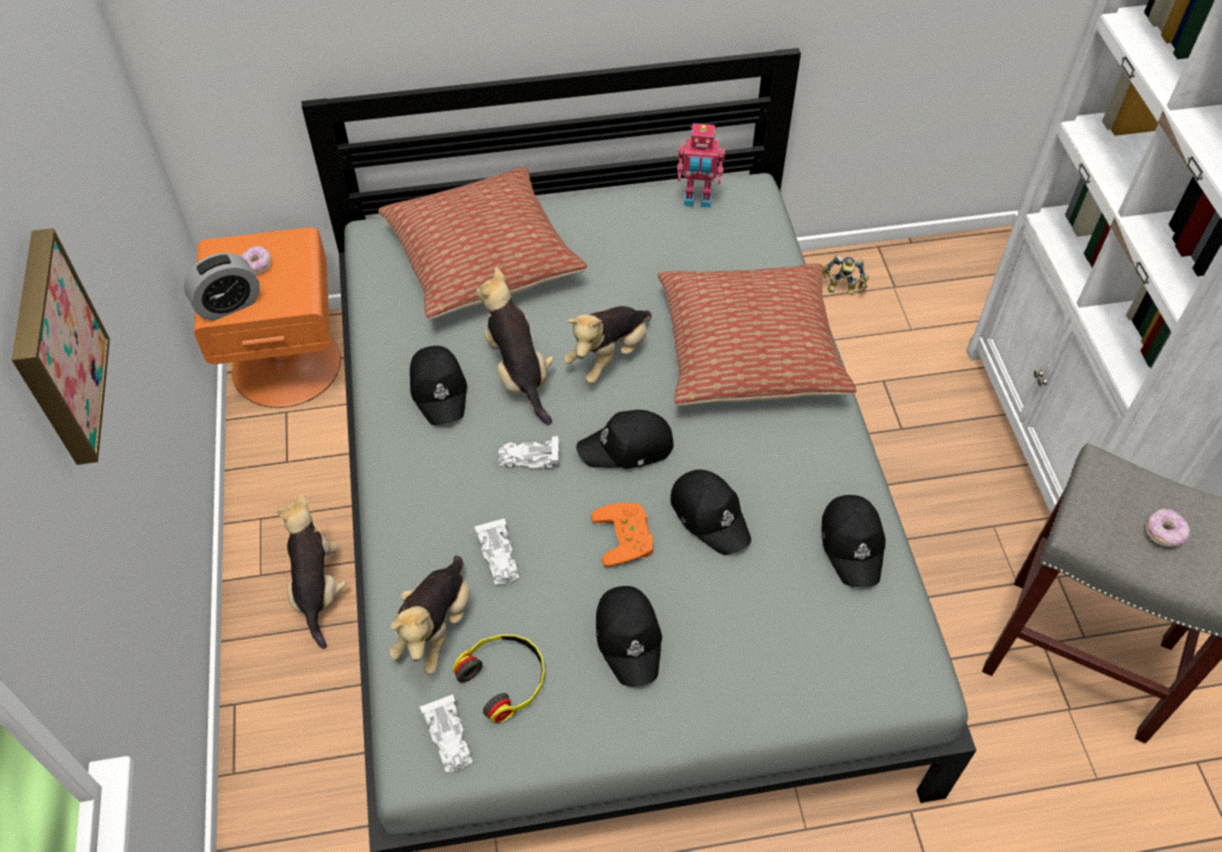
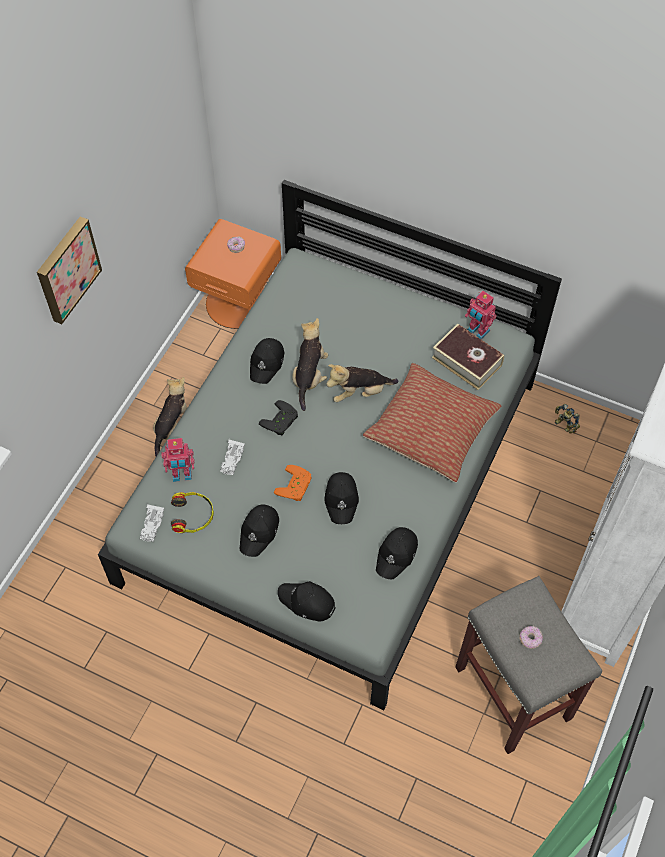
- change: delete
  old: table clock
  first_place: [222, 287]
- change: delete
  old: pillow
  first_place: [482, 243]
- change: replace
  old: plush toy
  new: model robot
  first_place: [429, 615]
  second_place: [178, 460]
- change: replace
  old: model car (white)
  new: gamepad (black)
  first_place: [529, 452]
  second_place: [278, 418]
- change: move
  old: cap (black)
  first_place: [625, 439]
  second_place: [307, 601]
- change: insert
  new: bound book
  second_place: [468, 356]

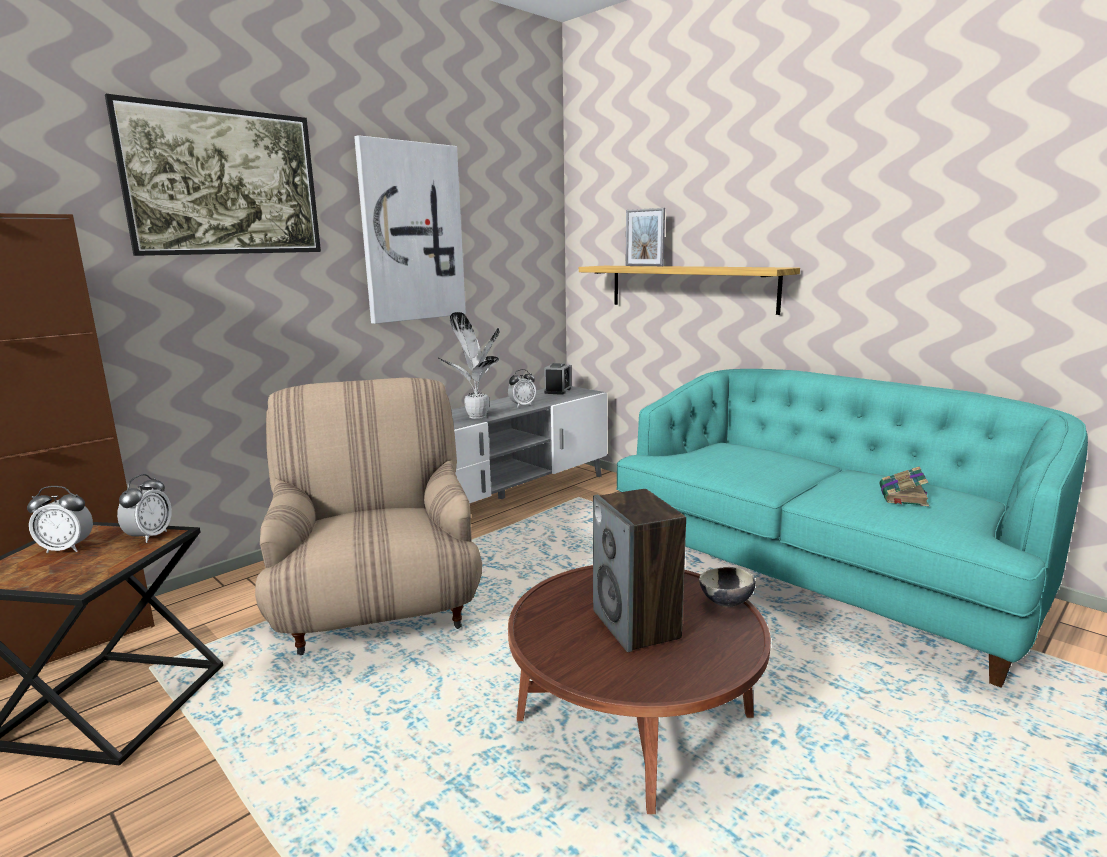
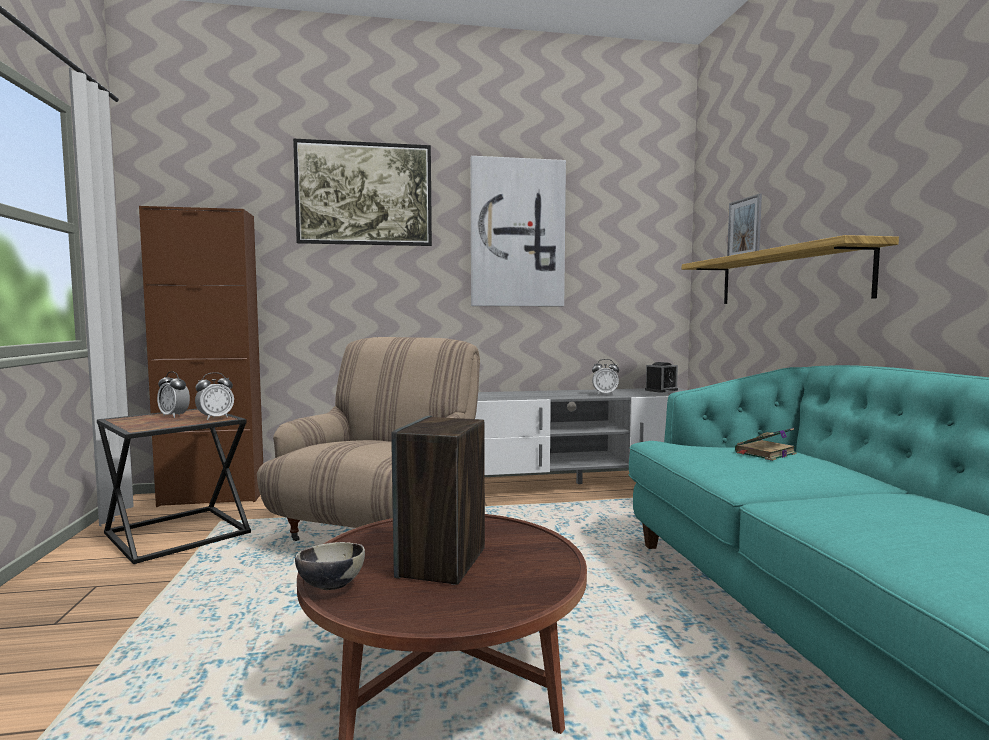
- change: delete
  old: plant in a pot
  first_place: [469, 365]
- change: move
  old: deep dish
  first_place: [727, 587]
  second_place: [330, 566]
- change: move
  old: bound book
  first_place: [904, 486]
  second_place: [766, 444]

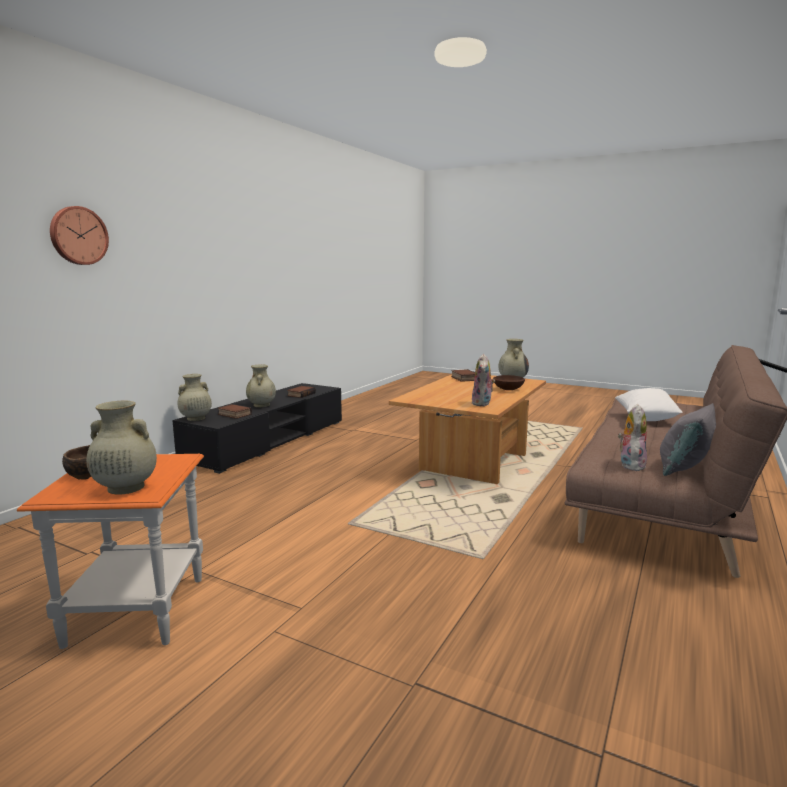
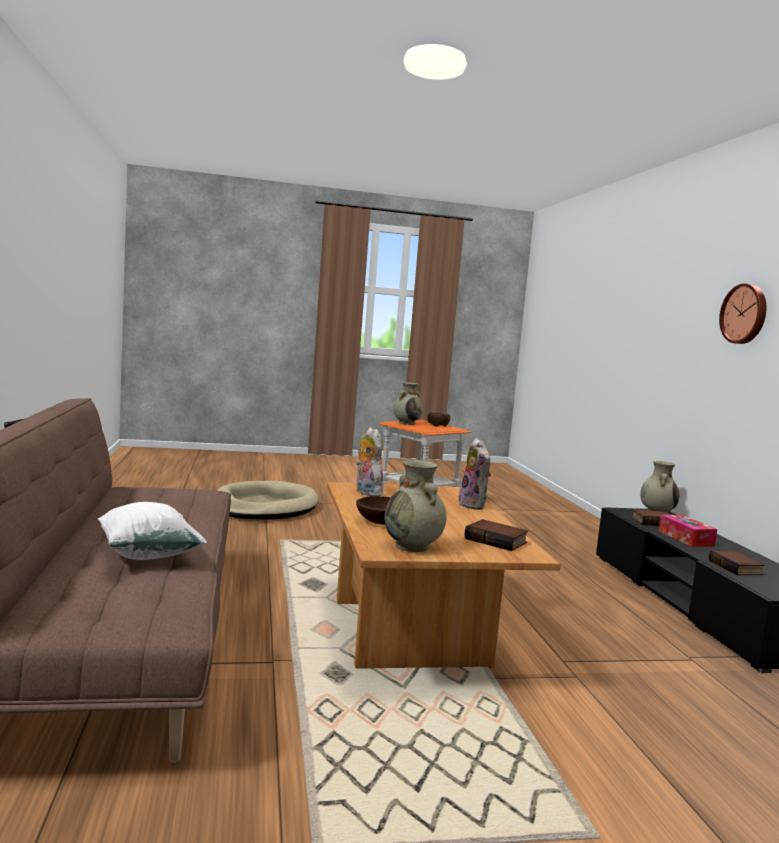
- change: move
  old: wall clock
  first_place: [79, 235]
  second_place: [742, 314]
- change: replace
  old: flower vase (beige-coloured)
  new: box of tissues
  first_place: [261, 385]
  second_place: [688, 531]
- change: move
  old: plush toy
  first_place: [632, 437]
  second_place: [475, 474]
- change: delete
  old: pillow (grey)
  first_place: [688, 439]
- change: insert
  new: dog bed (beige-coloured)
  second_place: [267, 500]

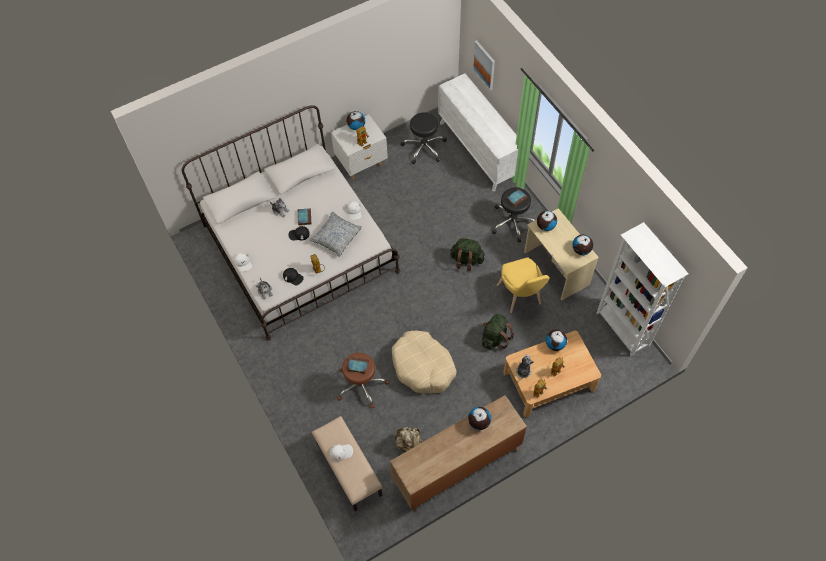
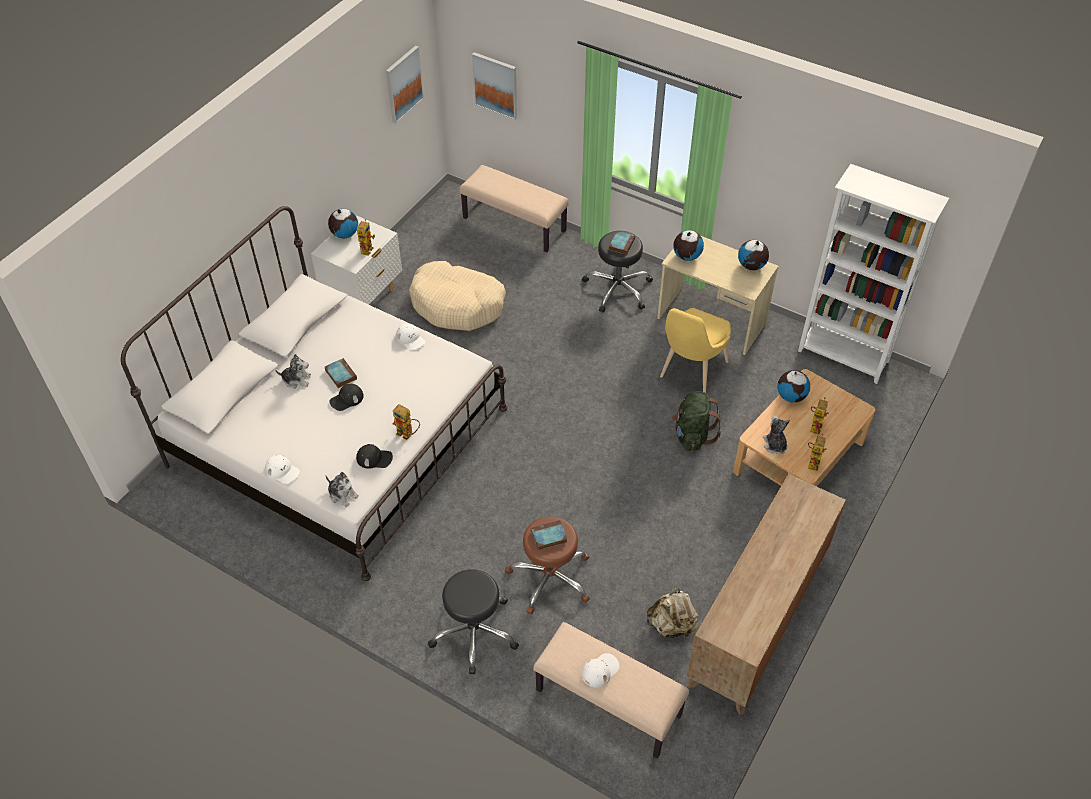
- change: delete
  old: pillow
  first_place: [335, 234]
- change: move
  old: dog bed (beige-coloured)
  first_place: [424, 362]
  second_place: [457, 296]
- change: move
  old: sitting stool (black)
  first_place: [424, 138]
  second_place: [473, 621]
- change: replace
  old: drawer chest (white)
  new: indoor bench (beige-coloured)
  first_place: [478, 133]
  second_place: [514, 209]
- change: delete
  old: knapsack (greenish)
  first_place: [467, 254]
- change: delete
  old: world globe
  first_place: [479, 418]
- change: rotate
  old: chair (yellow)
  first_place: [523, 285]
  second_place: [695, 350]
  degrees: 75
- change: insert
  new: wall picture
  second_place: [405, 84]

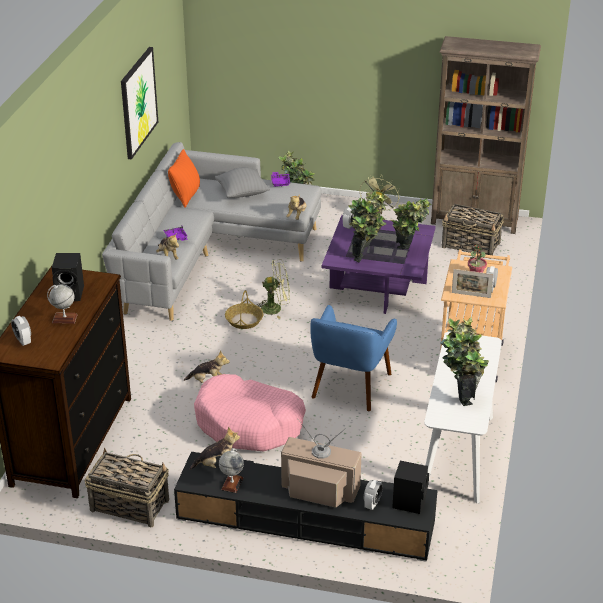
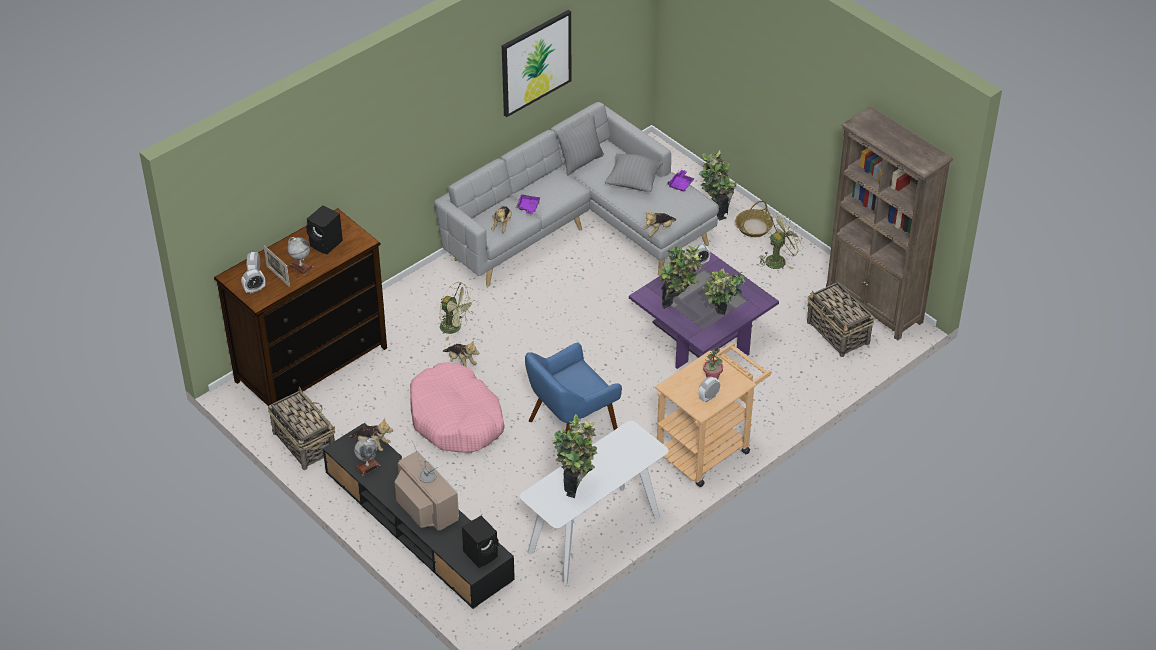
- change: recolor
  old: pillow (orange)
  new: pillow (grey)
  first_place: [184, 178]
  second_place: [580, 145]
- change: move
  old: household basket
  first_place: [244, 309]
  second_place: [754, 218]
- change: move
  old: fan (greenish)
  first_place: [273, 289]
  second_place: [456, 311]
- change: move
  old: table clock
  first_place: [373, 495]
  second_place: [253, 281]
- change: move
  old: photo frame
  first_place: [473, 283]
  second_place: [276, 266]

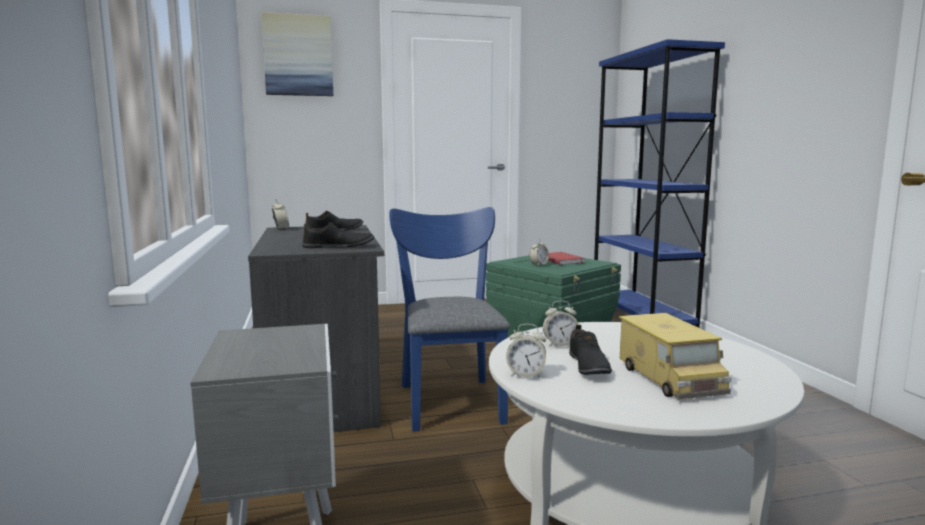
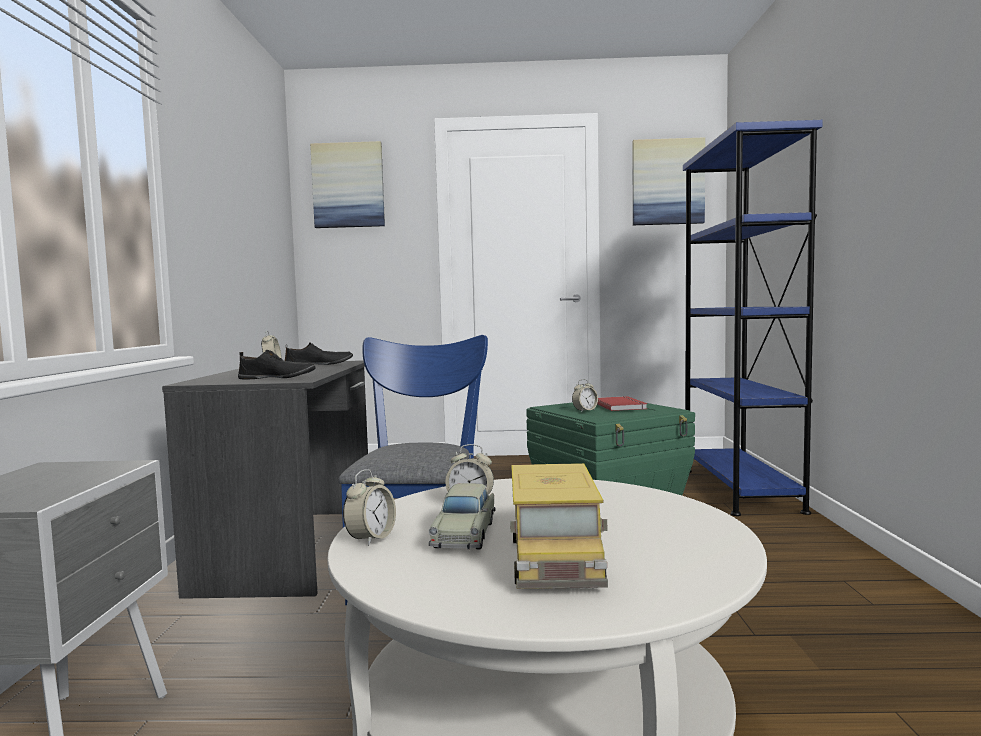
- change: rotate
  old: table clock
  first_place: [526, 351]
  second_place: [369, 507]
  degrees: -90
- change: replace
  old: low shoe (black)
  new: model car (beige-coloured)
  first_place: [590, 350]
  second_place: [461, 516]
- change: insert
  new: wall picture
  second_place: [668, 181]

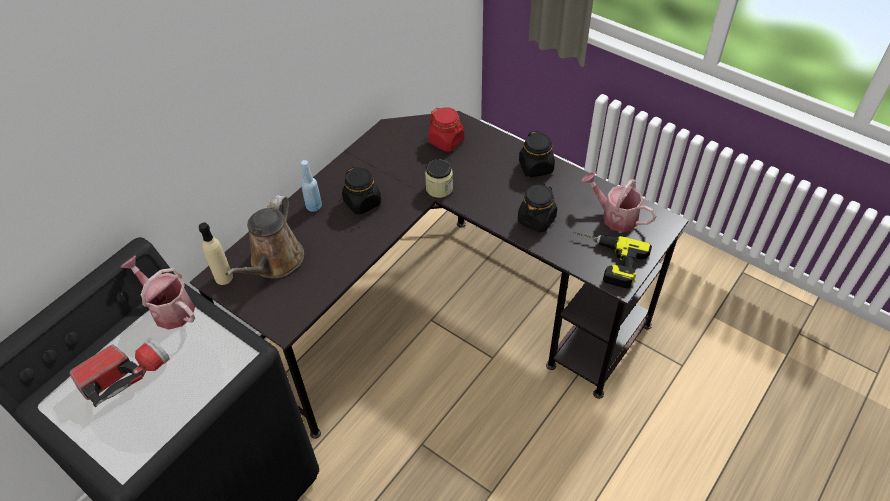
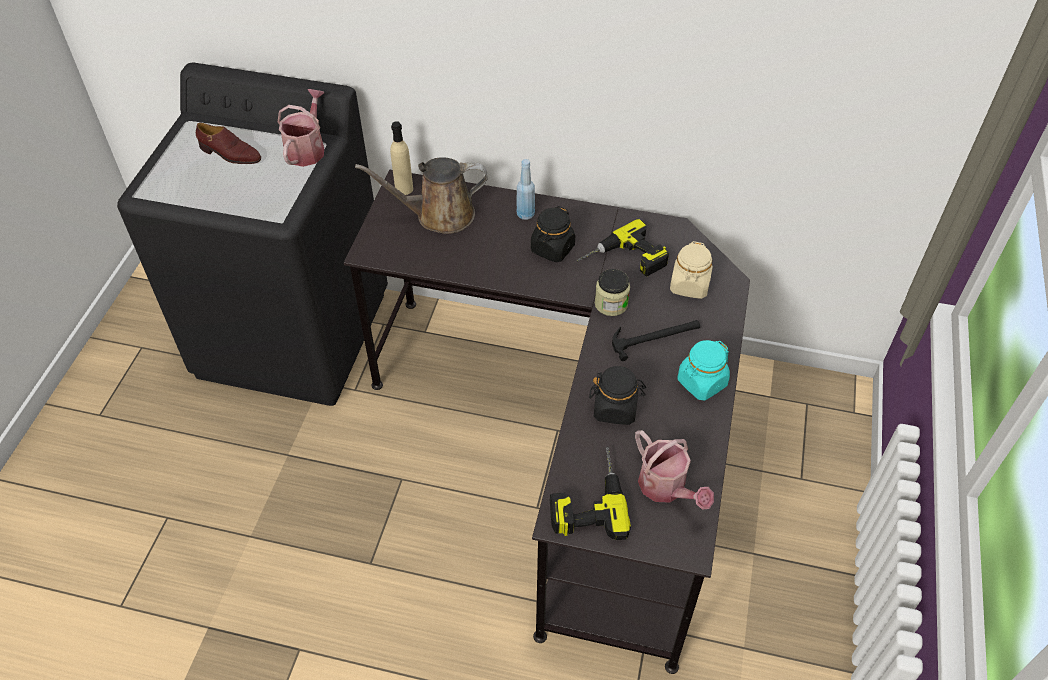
- change: replace
  old: hand torch
  new: low shoe (brownish)
  first_place: [119, 372]
  second_place: [228, 143]
- change: recolor
  old: preserve jar (red)
  new: preserve jar (beige-coloured)
  first_place: [446, 129]
  second_place: [691, 270]
- change: recolor
  old: preserve jar (black)
  new: preserve jar (blue-green)
  first_place: [537, 154]
  second_place: [704, 370]
- change: rotate
  old: sprinkling can
  first_place: [619, 202]
  second_place: [674, 470]
  degrees: 135
- change: insert
  new: power drill
  second_place: [623, 248]
- change: insert
  new: tool hammer
  second_place: [656, 340]

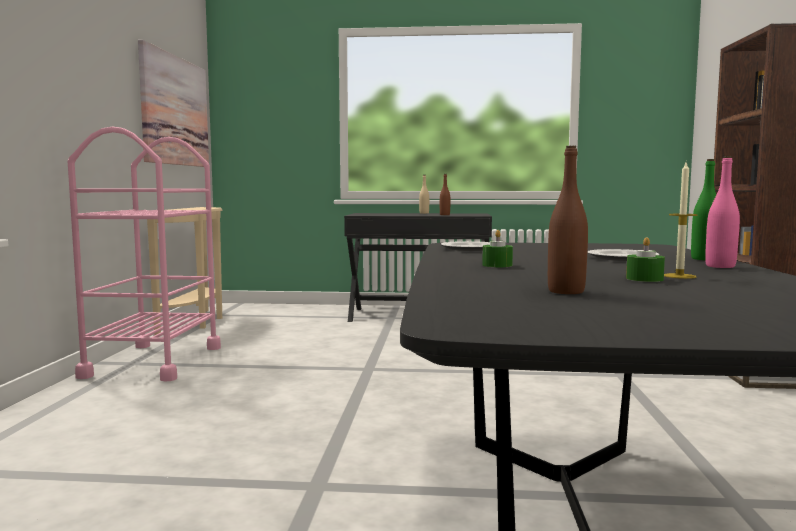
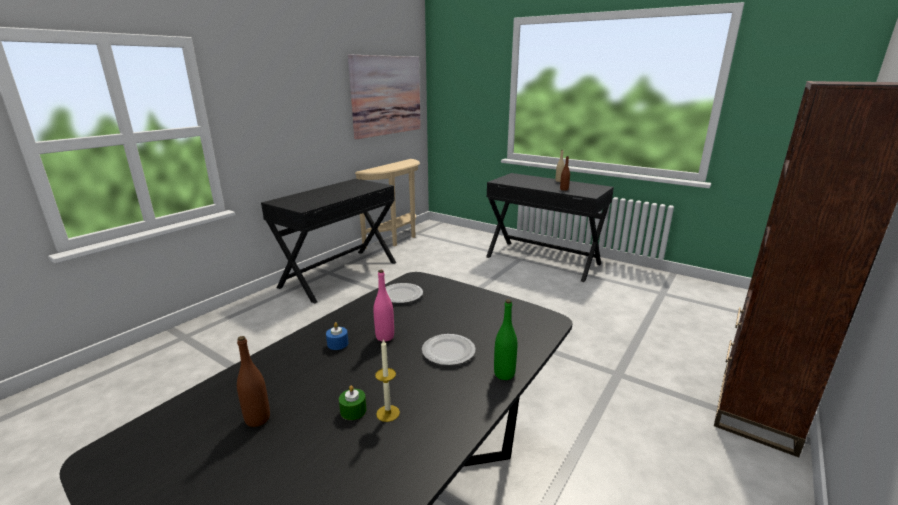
- change: replace
  old: cart (pink-coloured)
  new: desk unit (black)
  first_place: [144, 254]
  second_place: [328, 241]
- change: recolor
  old: candle (greenish)
  new: candle (bluish)
  first_place: [497, 248]
  second_place: [337, 336]
- change: move
  old: drink bottle (pink-coloured)
  first_place: [722, 212]
  second_place: [383, 306]

